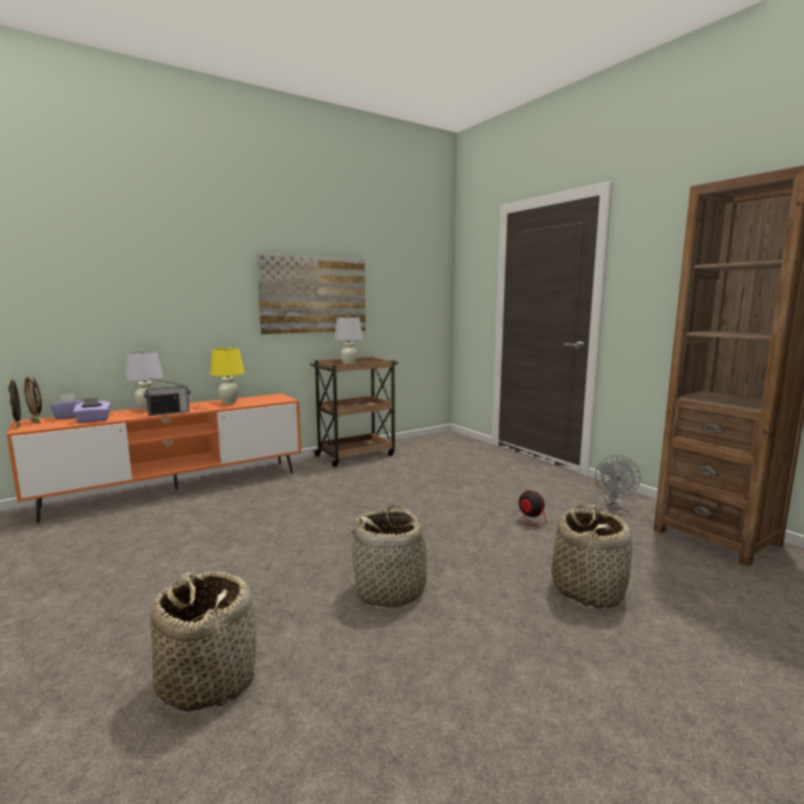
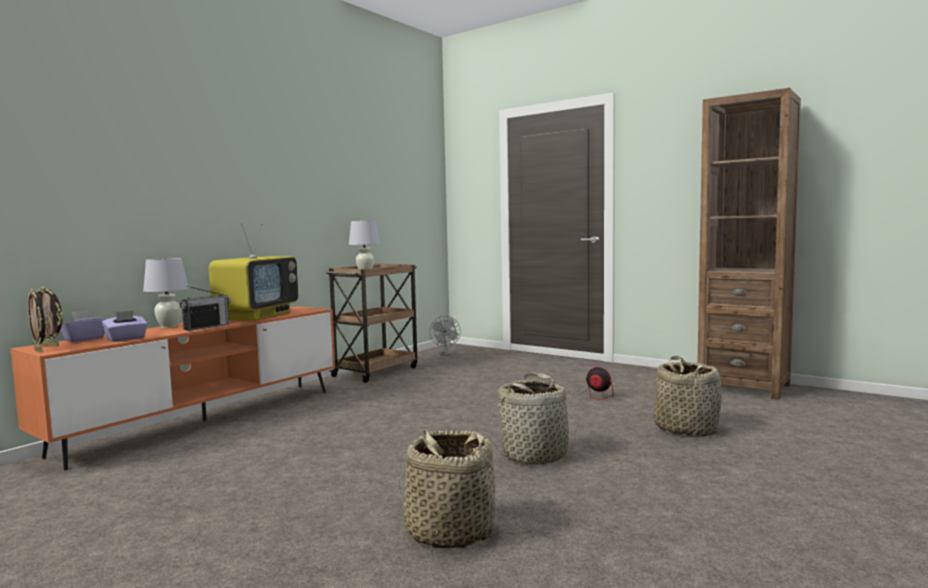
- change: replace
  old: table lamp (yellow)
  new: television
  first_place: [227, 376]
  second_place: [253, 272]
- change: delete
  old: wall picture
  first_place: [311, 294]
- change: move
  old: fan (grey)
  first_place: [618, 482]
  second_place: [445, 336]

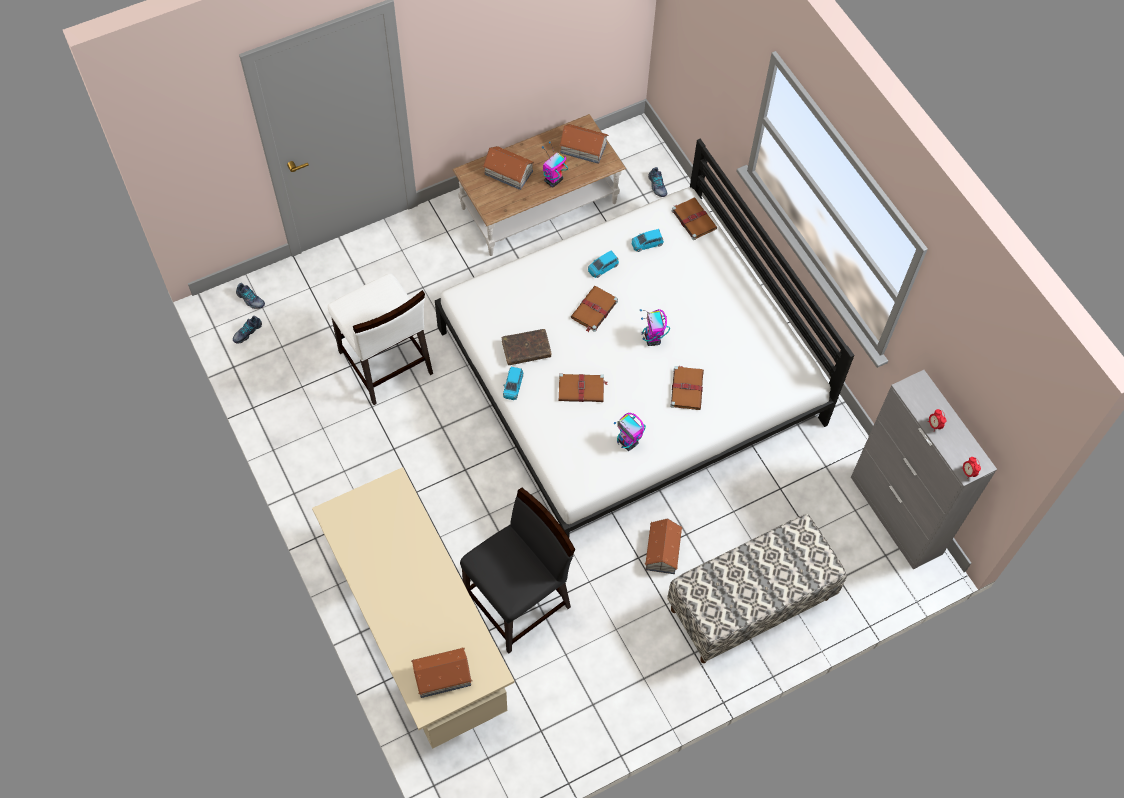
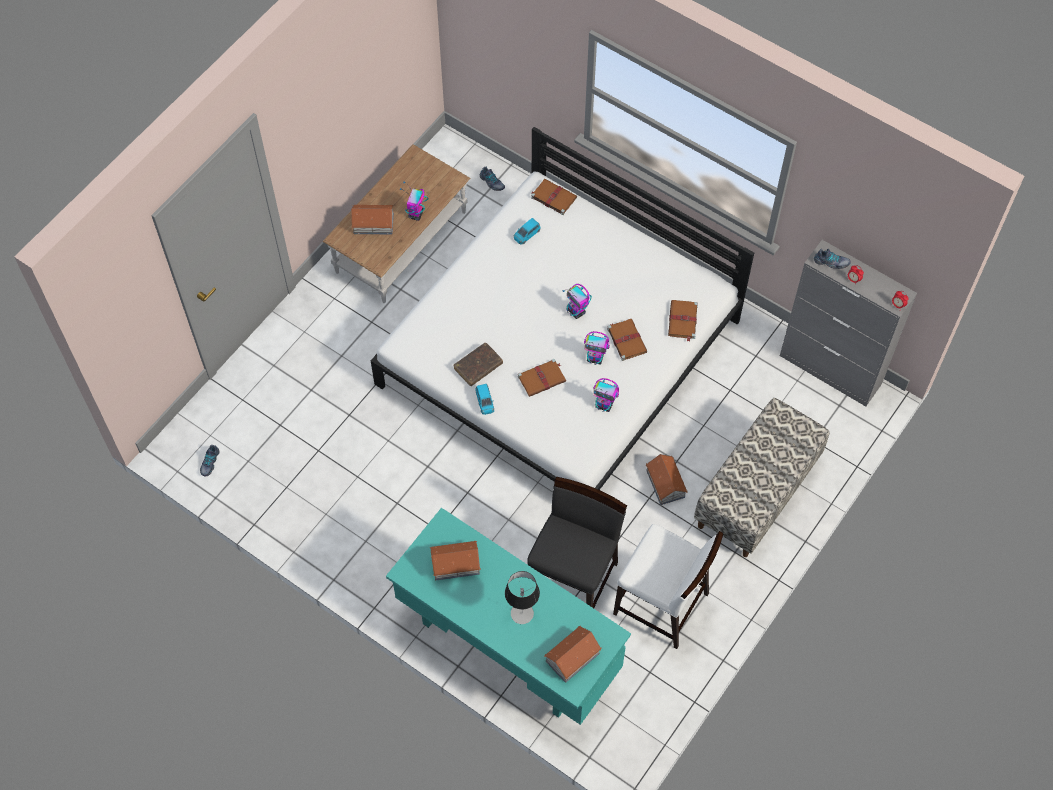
- change: move
  old: low shoe
  first_place: [250, 296]
  second_place: [832, 259]
- change: recolor
  old: desk unit (beige-coloured)
  new: desk unit (blue-green)
  first_place: [413, 608]
  second_place: [508, 616]
- change: move
  old: chair (white)
  first_place: [380, 339]
  second_place: [668, 586]
- change: move
  old: toy house
  first_place: [584, 144]
  second_place: [455, 560]
- change: move
  old: bound book (brownish)
  first_place: [594, 309]
  second_place: [683, 321]
- change: delete
  old: model car (bluish)
  first_place: [603, 264]
- change: insert
  new: table lamp
  second_place: [522, 597]
- change: insert
  new: model robot
  second_place: [597, 348]

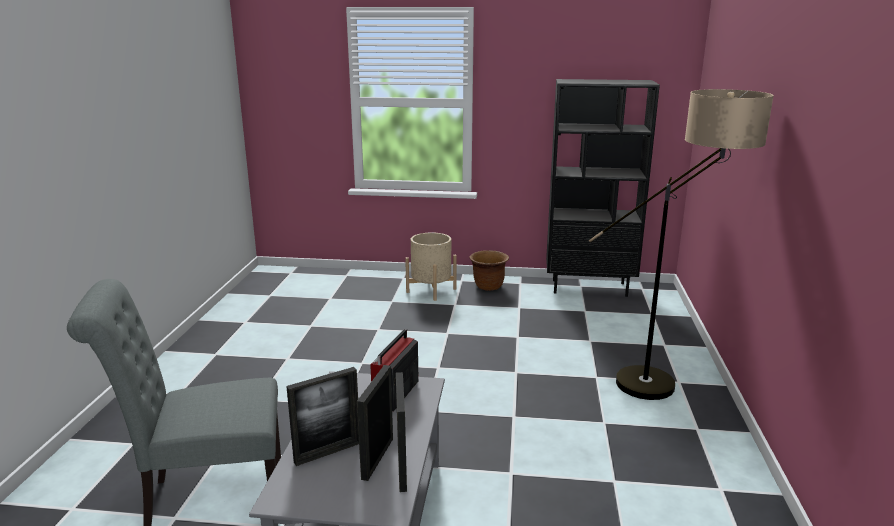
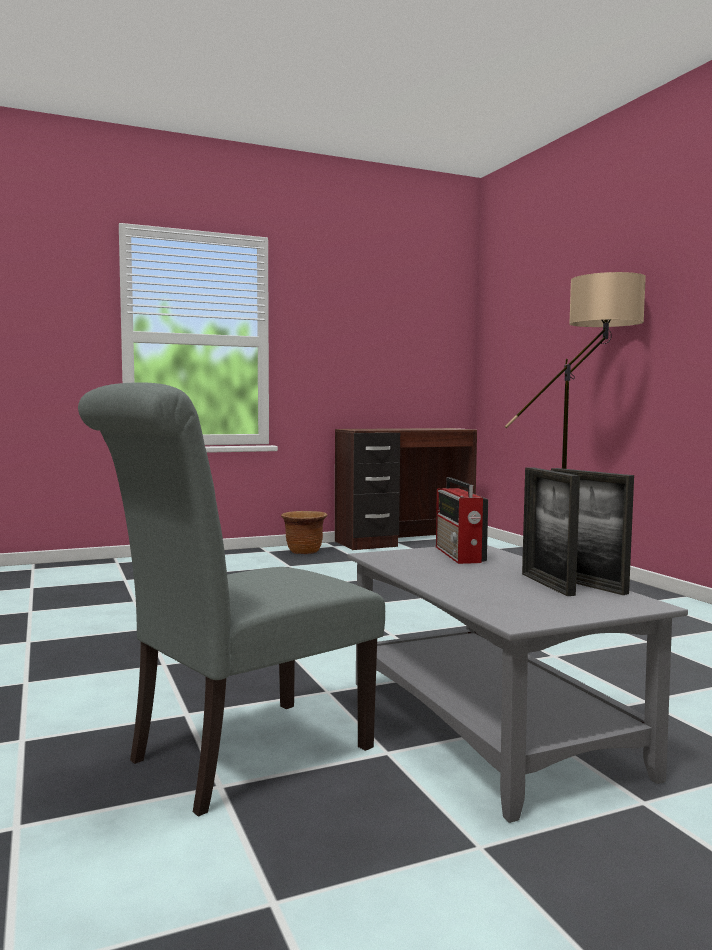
- change: delete
  old: photo frame
  first_place: [322, 416]
- change: delete
  old: planter (beige-coloured)
  first_place: [431, 267]
- change: replace
  old: bookshelf (black)
  new: desk unit (brownish)
  first_place: [603, 188]
  second_place: [406, 489]

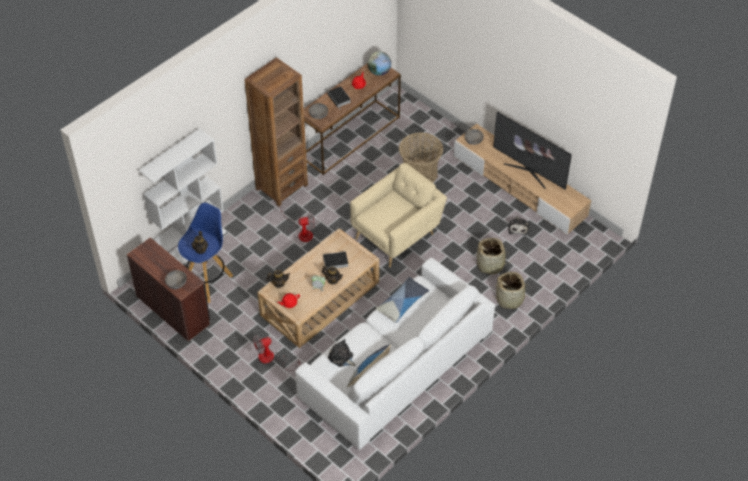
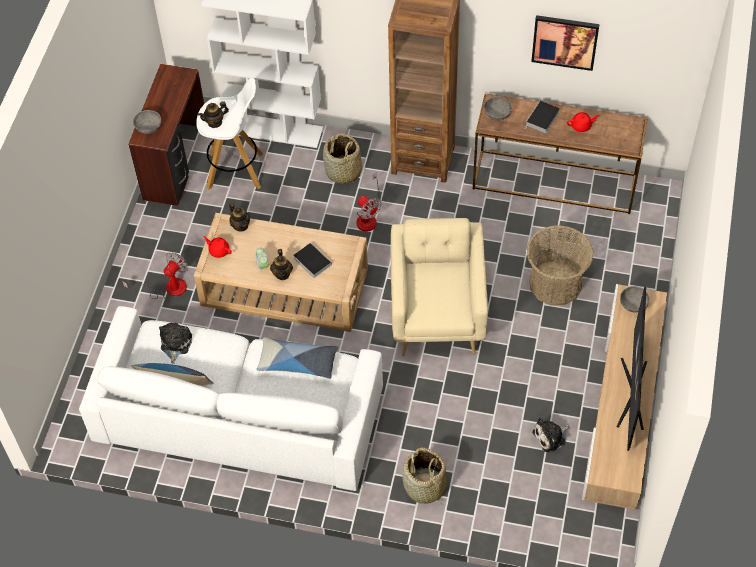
- change: recolor
  old: sitting stool (bluish)
  new: sitting stool (white)
  first_place: [205, 253]
  second_place: [229, 133]
- change: rotate
  old: fan
  first_place: [276, 353]
  second_place: [155, 275]
  degrees: 90
- change: rotate
  old: easy chair (beige-coloured)
  first_place: [398, 215]
  second_place: [439, 287]
  degrees: -105
- change: delete
  old: world globe
  first_place: [379, 63]
- change: move
  old: household basket
  first_place: [492, 256]
  second_place: [342, 158]
- change: insert
  new: wall picture
  second_place: [565, 43]

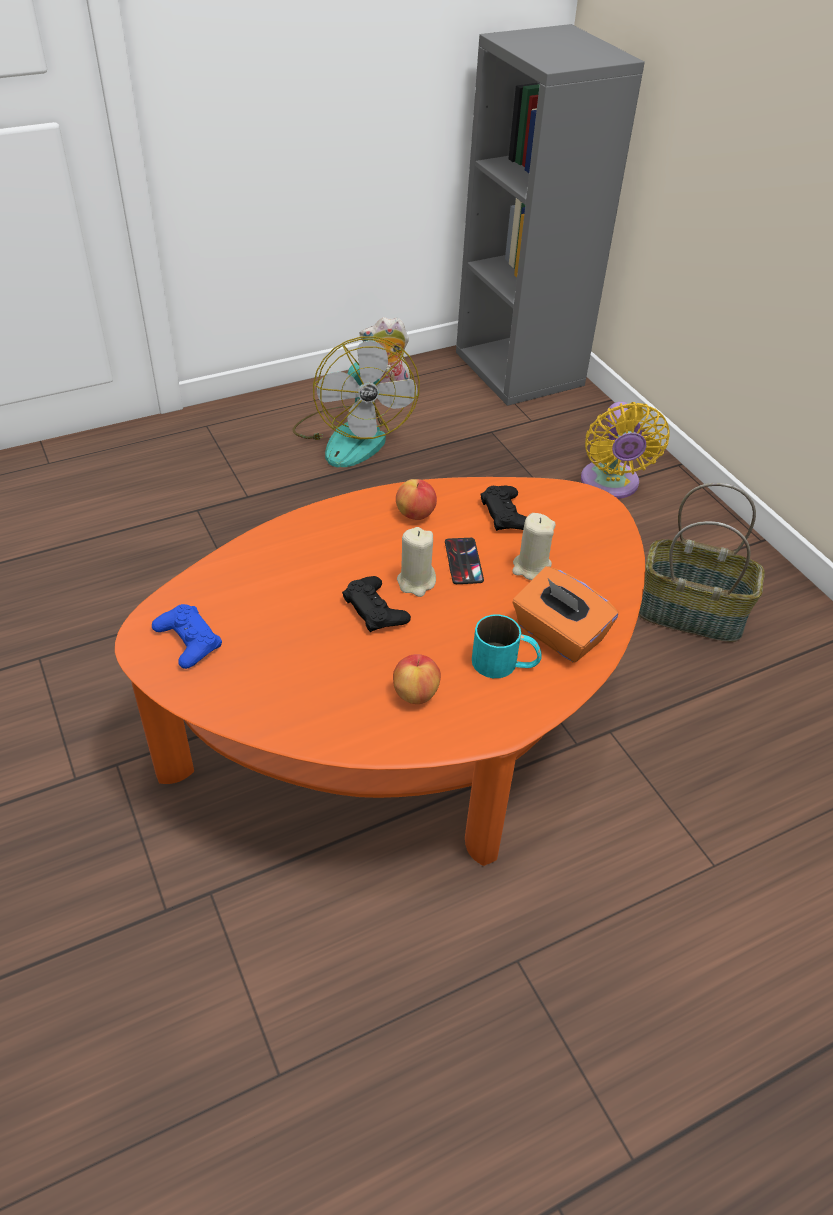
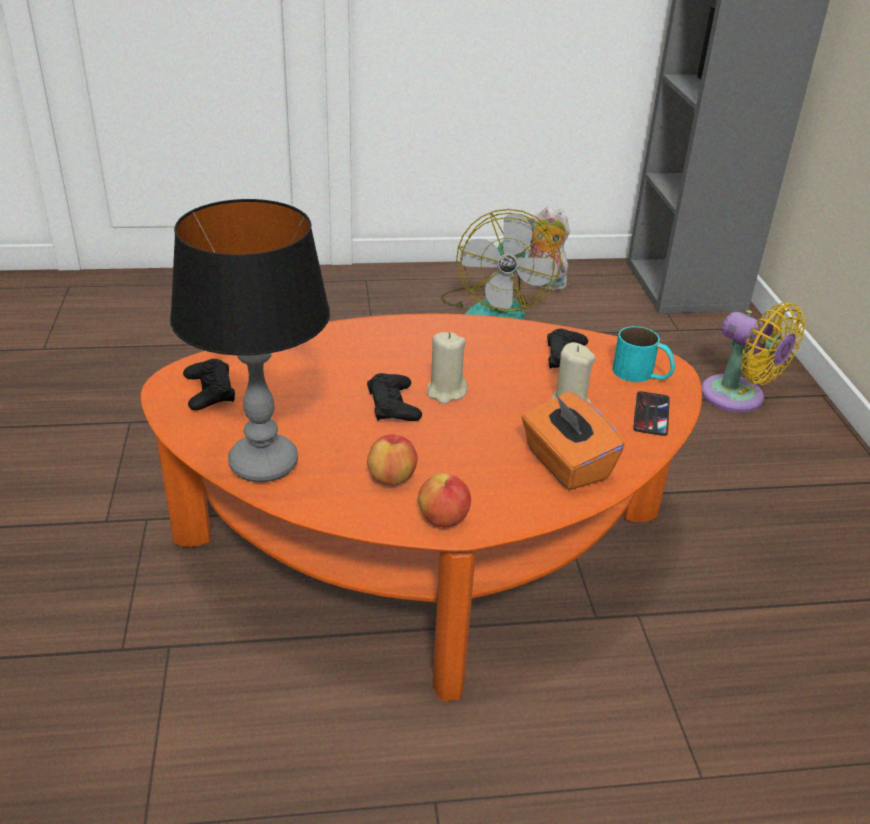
- change: recolor
  old: gamepad (bluish)
  new: gamepad (black)
  first_place: [187, 636]
  second_place: [209, 384]
- change: move
  old: whole apple
  first_place: [416, 499]
  second_place: [444, 500]
- change: move
  old: phone
  first_place: [464, 561]
  second_place: [652, 413]
- change: move
  old: mug (blue-green)
  first_place: [507, 646]
  second_place: [643, 354]
- change: rotate
  old: fan (yellow)
  first_place: [625, 450]
  second_place: [753, 357]
  degrees: -60
- change: delete
  old: household basket
  first_place: [702, 562]
- change: insert
  new: table lamp
  second_place: [250, 340]

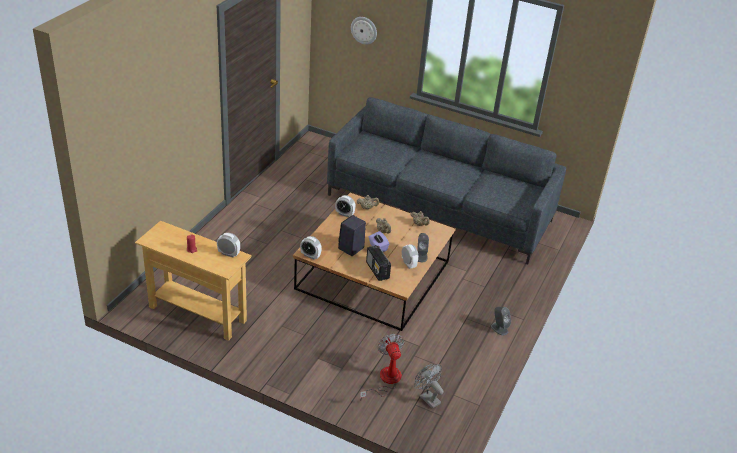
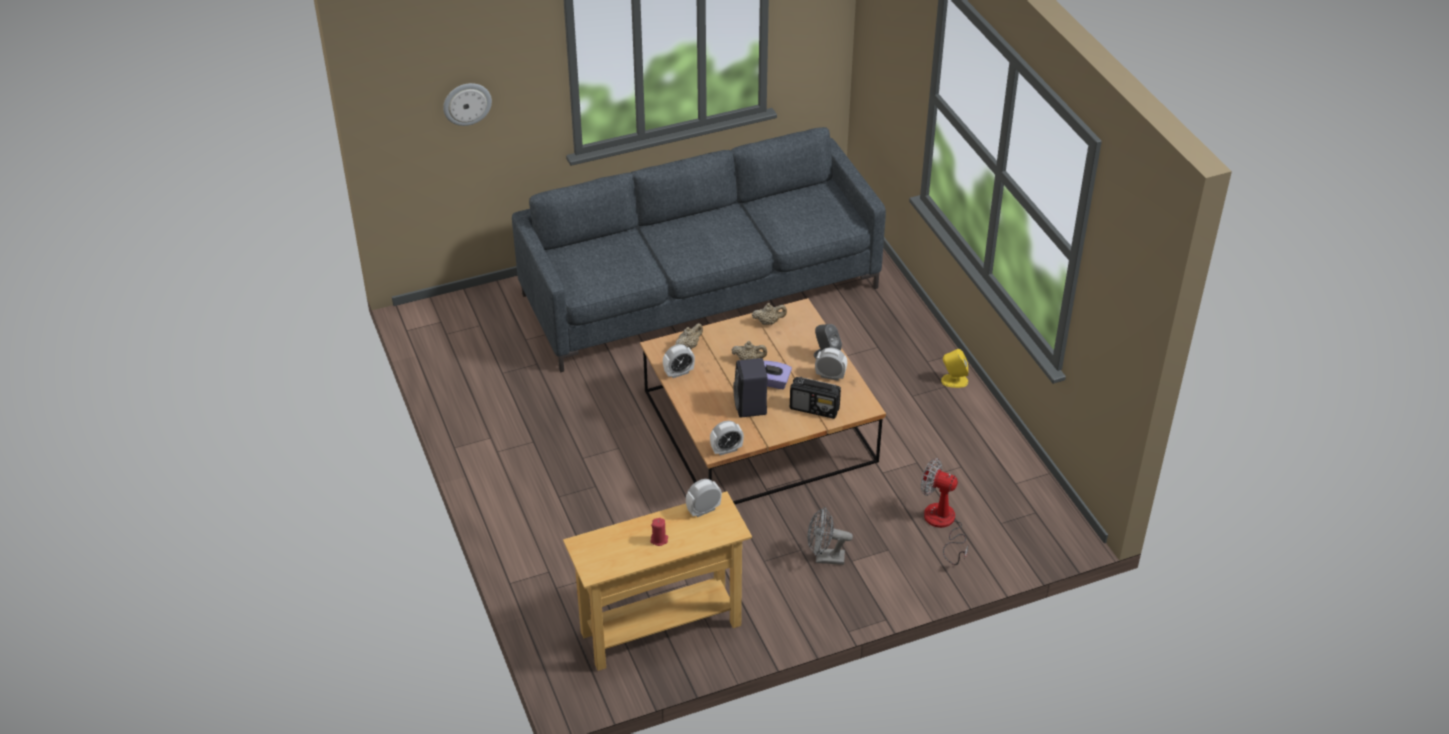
- change: move
  old: fan (grey)
  first_place: [429, 386]
  second_place: [830, 536]
- change: recolor
  old: audio speaker (grey)
  new: audio speaker (yellow)
  first_place: [501, 321]
  second_place: [954, 368]

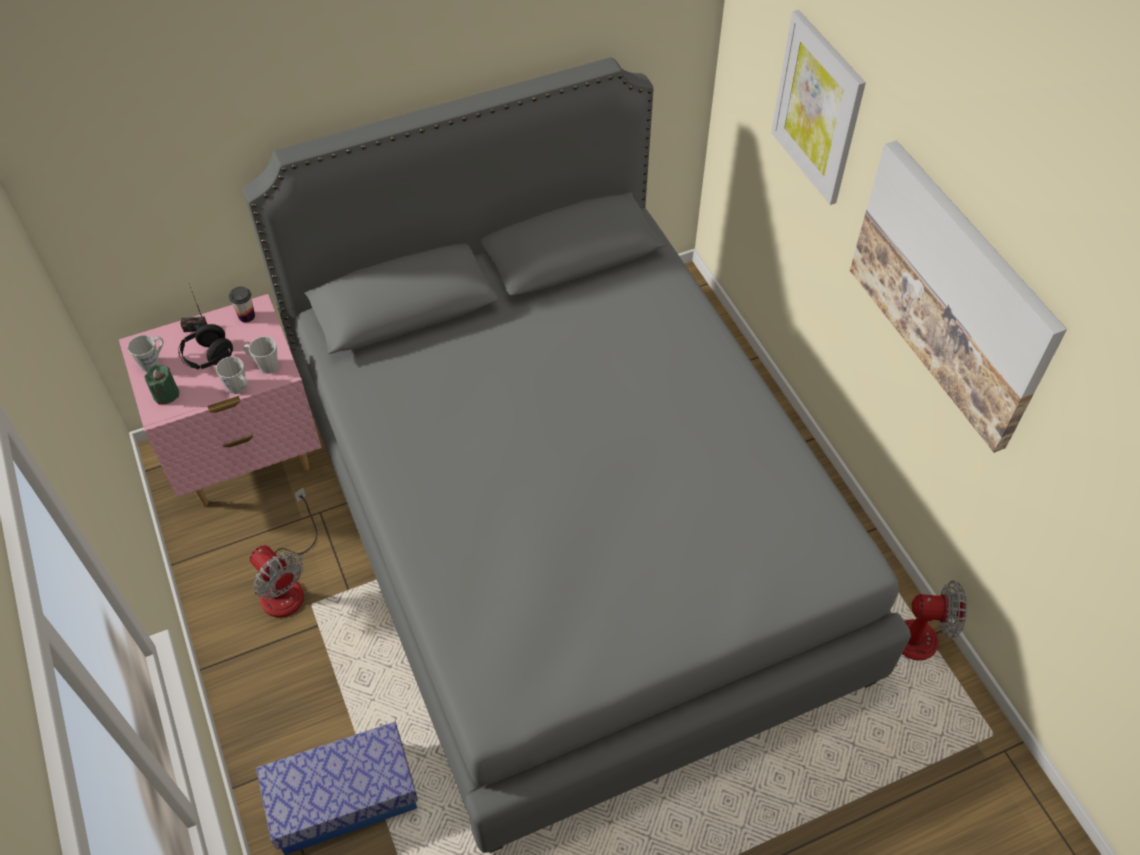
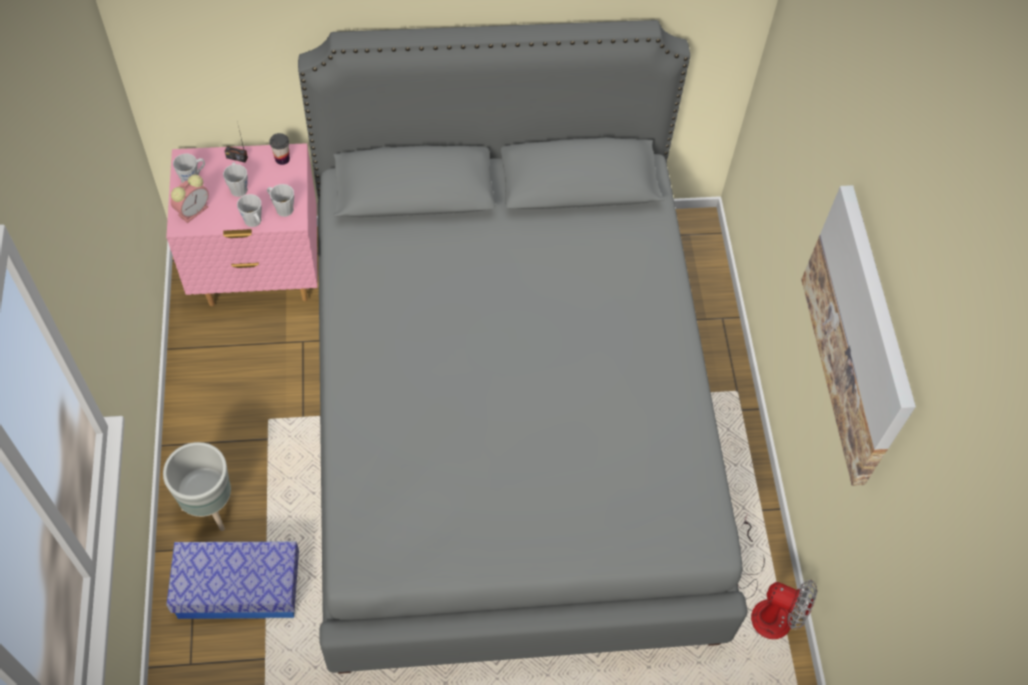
- change: replace
  old: candle (greenish)
  new: table clock
  first_place: [161, 385]
  second_place: [190, 199]
- change: replace
  old: headset (black)
  new: mug (grey)
  first_place: [205, 346]
  second_place: [235, 179]
- change: delete
  old: fan
  first_place: [283, 552]
- change: delete
  old: wall picture
  first_place: [818, 107]
- change: insert
  new: planter (grey)
  second_place: [197, 486]

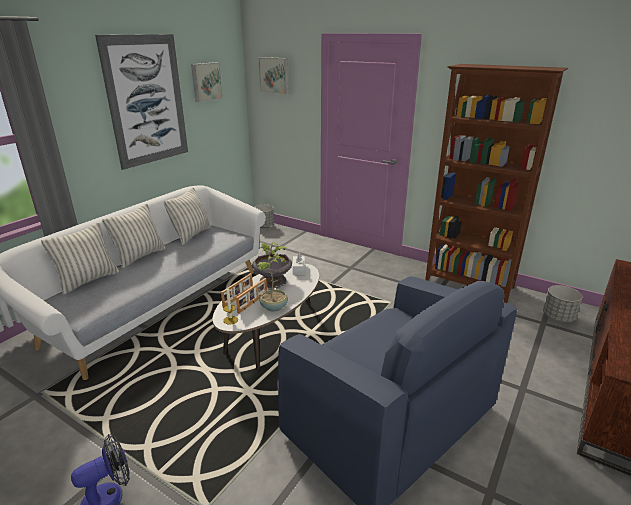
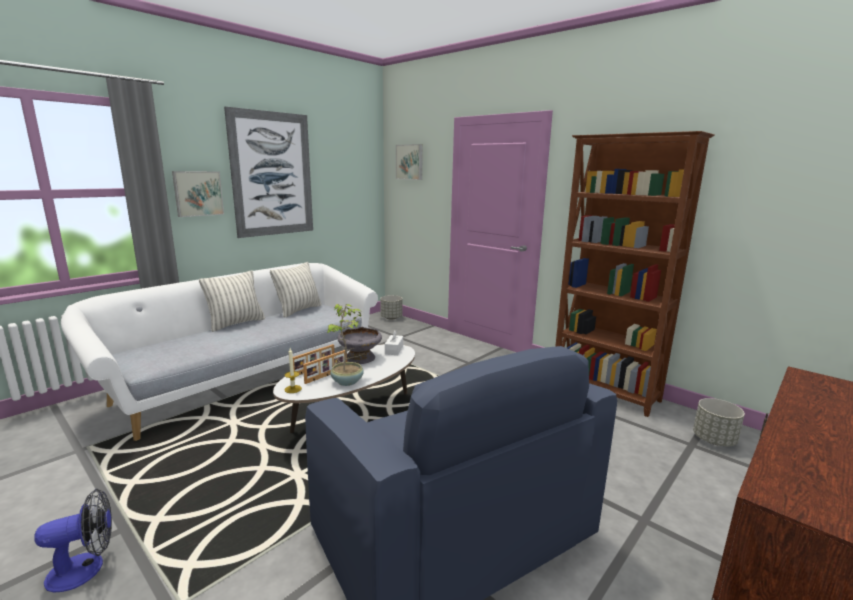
- change: delete
  old: pillow
  first_place: [80, 258]
- change: move
  old: wall picture
  first_place: [207, 82]
  second_place: [198, 194]

